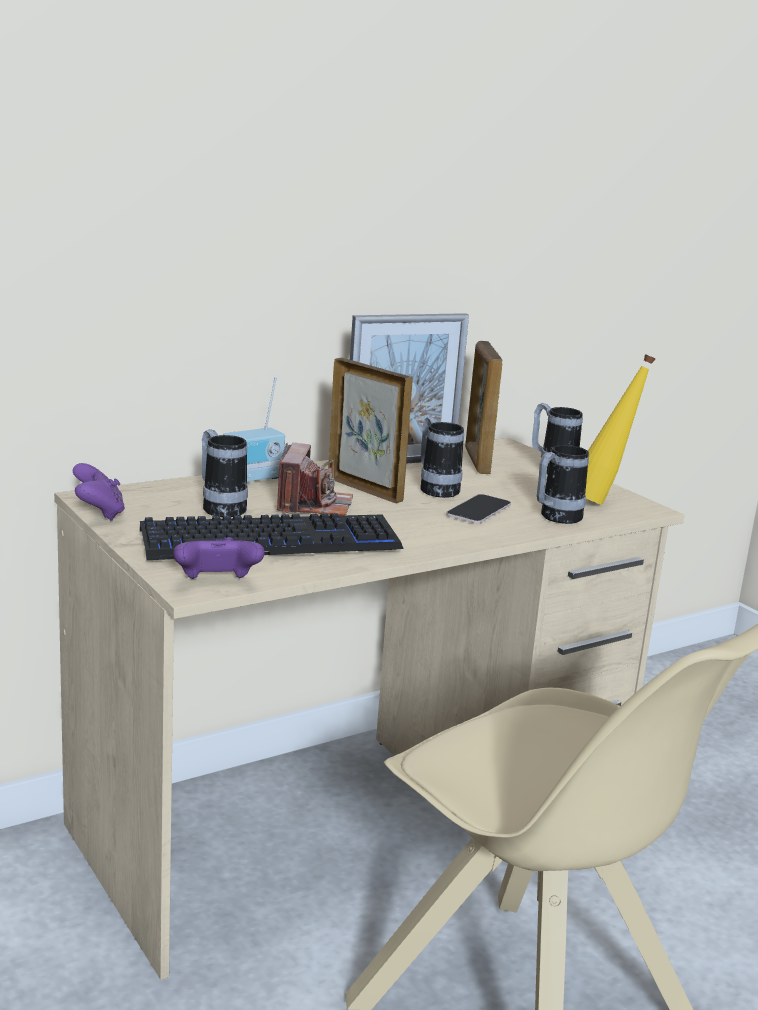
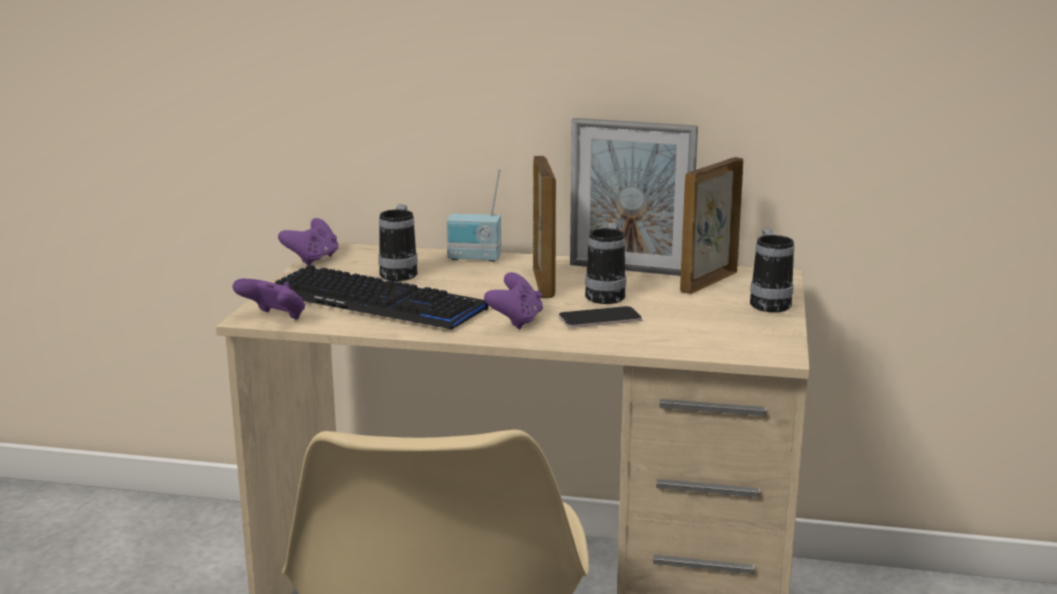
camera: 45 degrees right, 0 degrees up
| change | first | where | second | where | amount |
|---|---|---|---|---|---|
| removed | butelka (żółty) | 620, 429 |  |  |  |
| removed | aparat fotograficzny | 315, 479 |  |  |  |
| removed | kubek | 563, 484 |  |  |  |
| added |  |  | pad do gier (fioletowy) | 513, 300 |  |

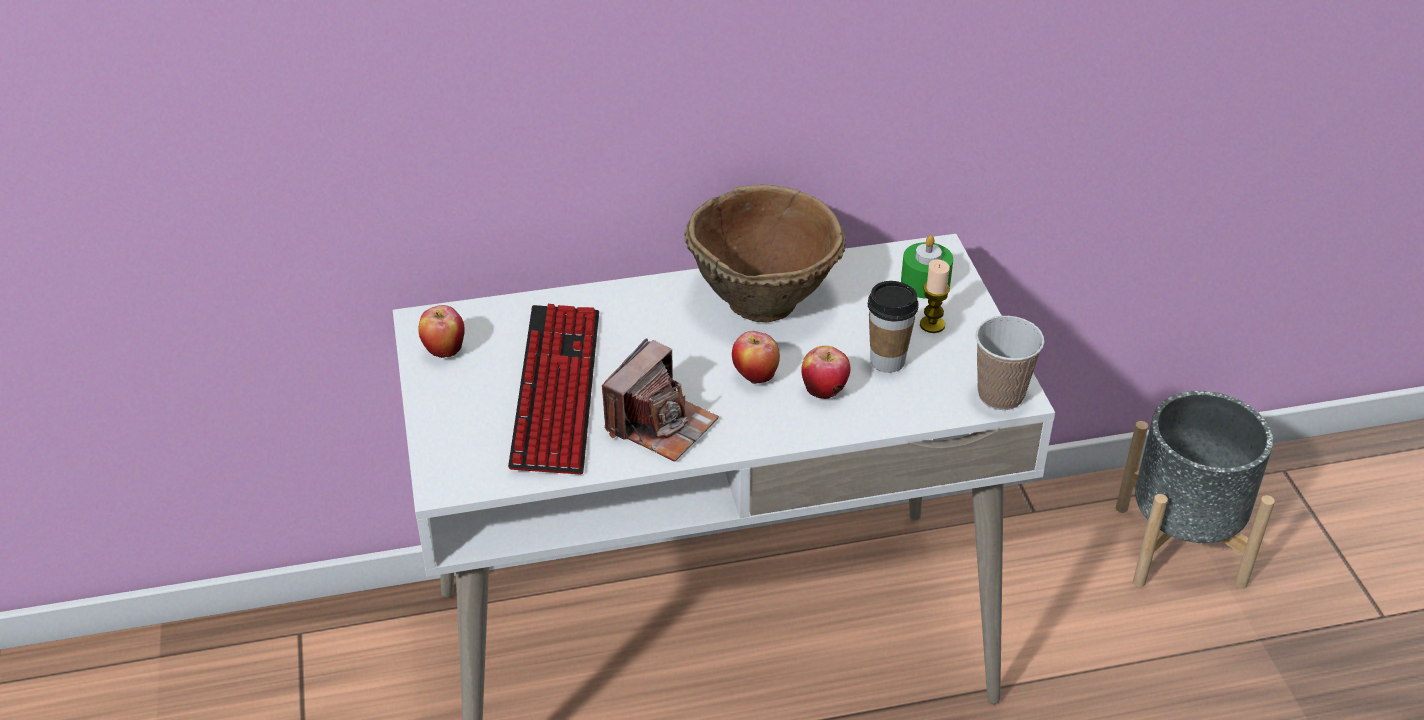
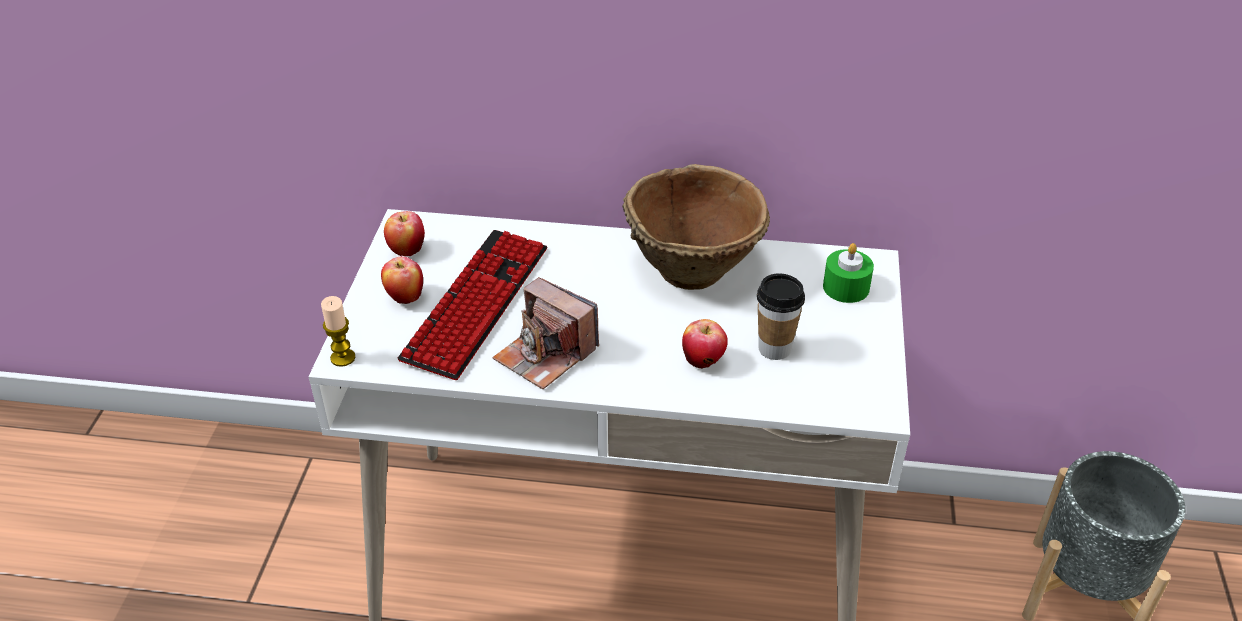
camera: 20 degrees right, 0 degrees up
| change | first | where | second | where | amount |
|---|---|---|---|---|---|
| moved | świeca | 935, 296 |  | 338, 331 |  |
| removed | filiżanka | 1010, 363 |  |  |  |
| moved | jabłko | 756, 357 |  | 402, 280 |  |
| turned | aparat fotograficzny | 660, 400 |  | 545, 333 | 75 degrees clockwise |

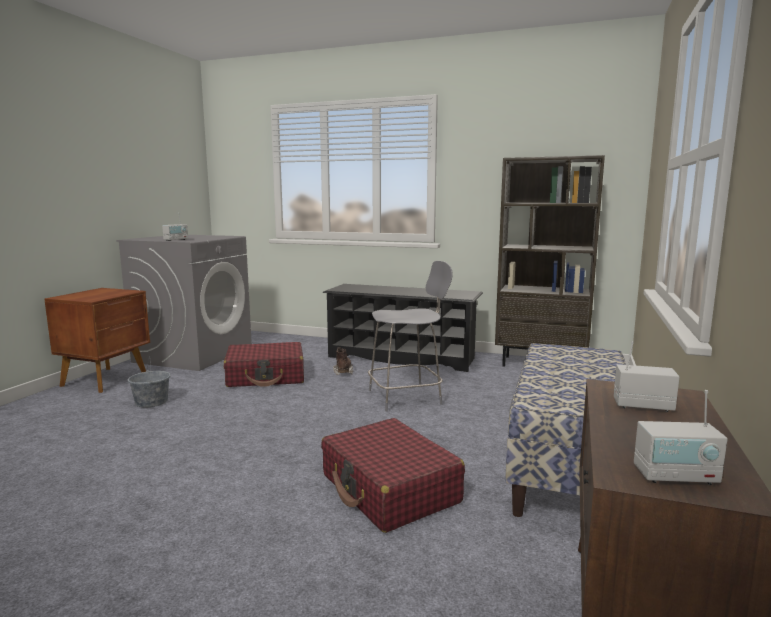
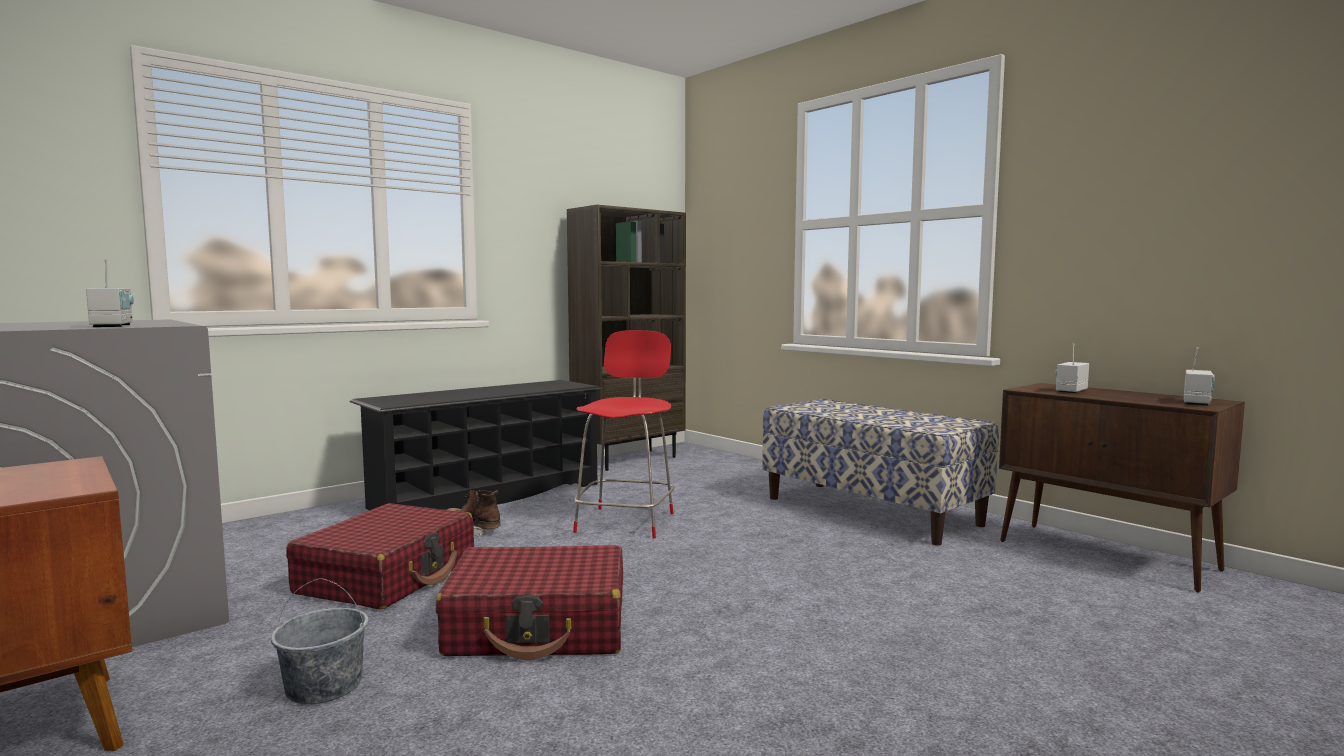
camera: 60 degrees left, 5 degrees down
| change | first | where | second | where | amount |
|---|---|---|---|---|---|
| recoloured | stołek (szary) | 410, 336 | stołek (czerwony) | 624, 434 |  |
| moved | walizka (czerwony) | 393, 475 |  | 529, 602 |  |

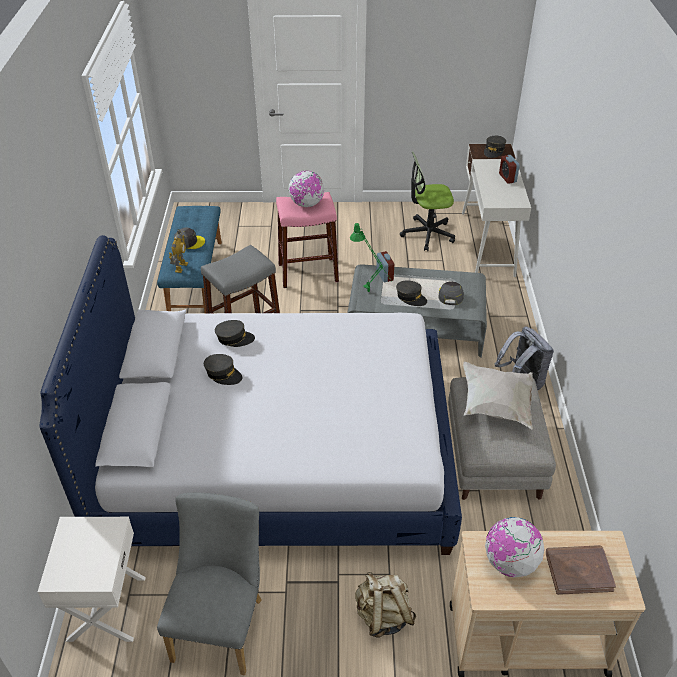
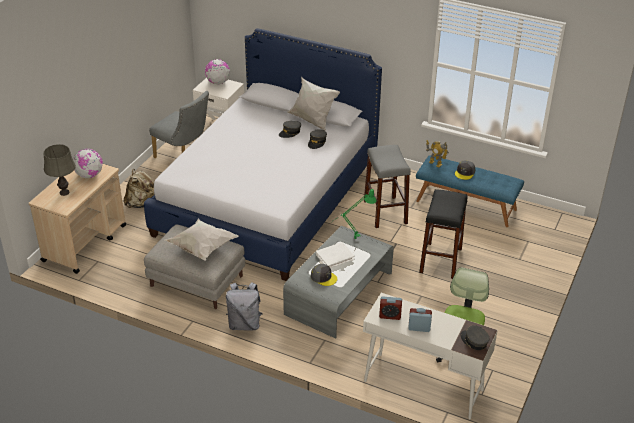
camera: 115 degrees right, 5 degrees down
| change | first | where | second | where | amount |
|---|---|---|---|---|---|
| moved | globus | 306, 189 |  | 217, 71 |  |
| recoloured | stołek (różowy) | 307, 240 | stołek (czarny) | 443, 234 |  |
| moved | budzik | 385, 266 |  | 390, 308 |  |
| replaced | czapka z daszkiem (szary) | 411, 293 | książka (biały) | 335, 255 |  |
| replaced | książka (brązowy) | 581, 570 | lampa stołowa (szary) | 59, 170 |  |
| added |  |  | poduszka (biały) | 313, 104 |  |

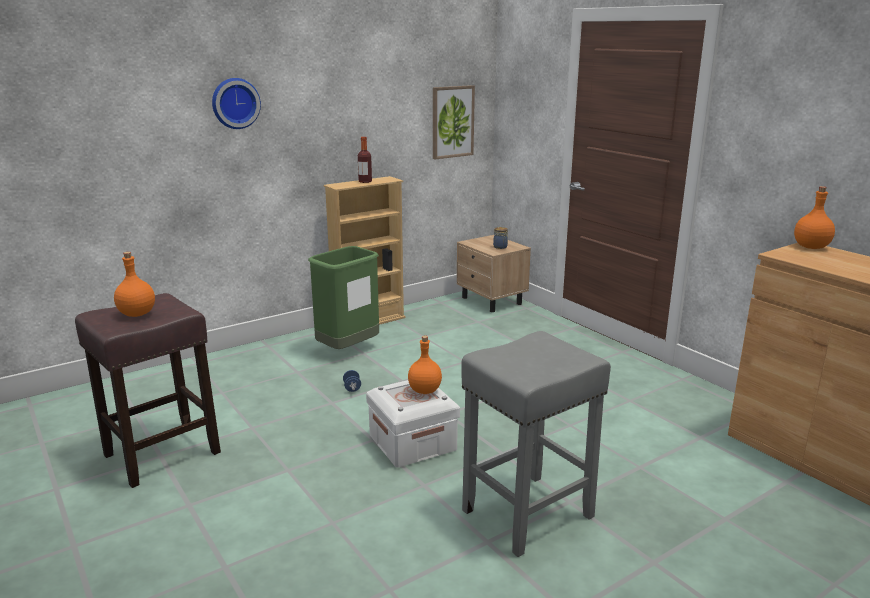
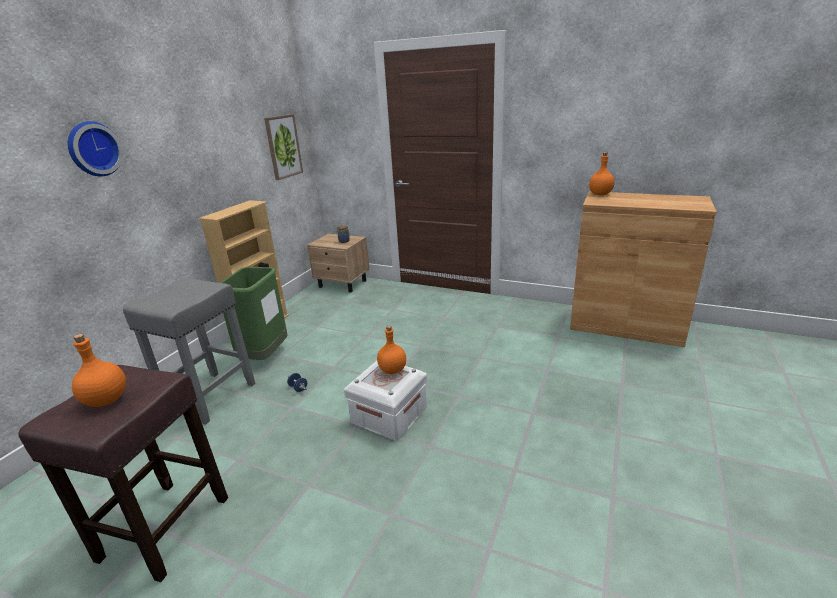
camera: 30 degrees left, 5 degrees up
| change | first | where | second | where | amount |
|---|---|---|---|---|---|
| removed | butelka | 365, 160 |  |  |  |
| moved | stołek (szary) | 536, 444 |  | 189, 351 |  |

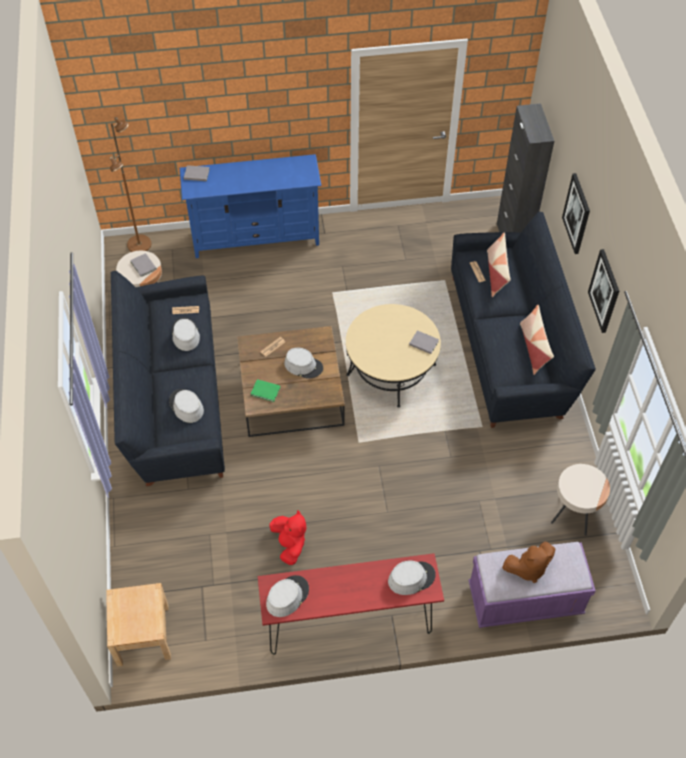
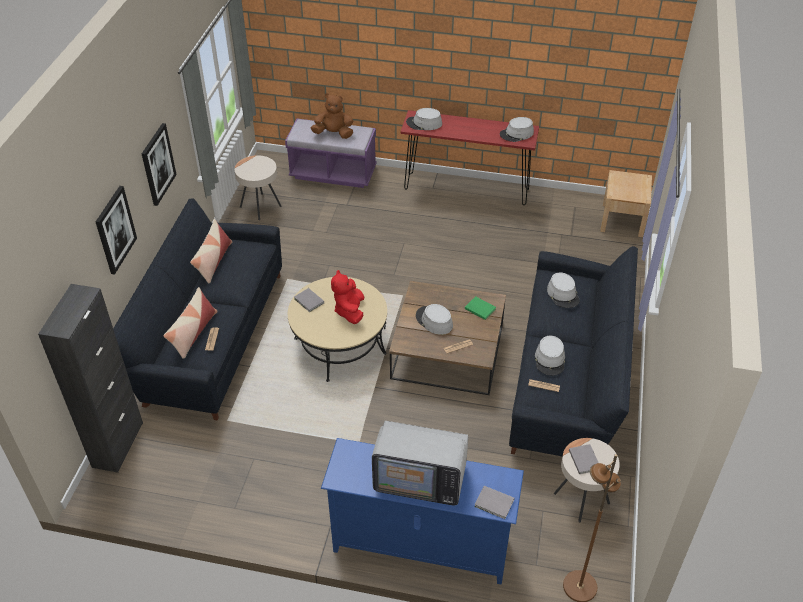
camera: 160 degrees left, 10 degrees down
| change | first | where | second | where | amount |
|---|---|---|---|---|---|
| moved | pluszak (czerwony) | 288, 537 |  | 347, 297 |  |
| added |  |  | telewizor | 420, 463 |  |

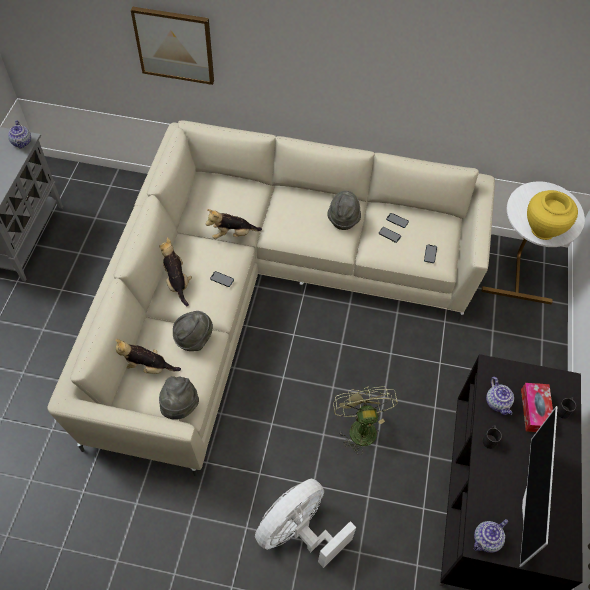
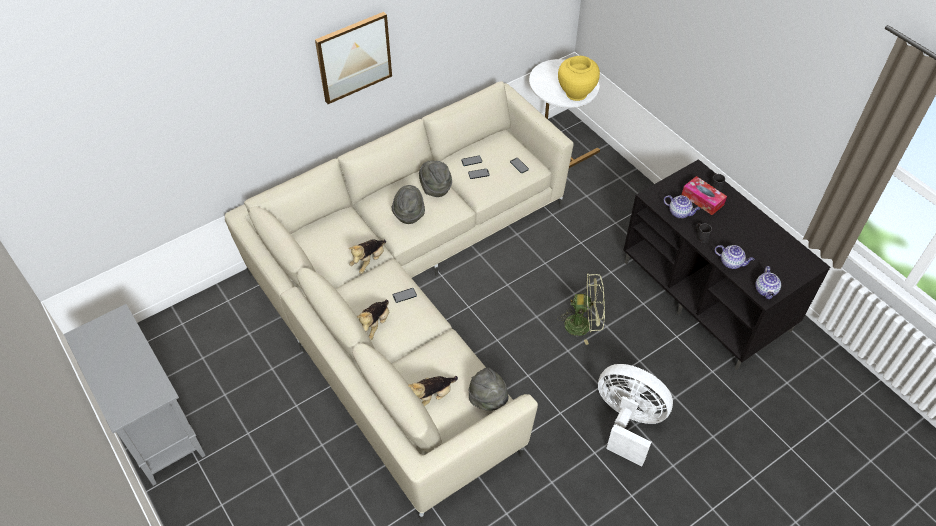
camera: 45 degrees left, 5 degrees down
| change | first | where | second | where | amount |
|---|---|---|---|---|---|
| moved | obraz | 172, 46 |  | 353, 58 |  |
| moved | imbryk | 19, 134 |  | 734, 257 |  |
| turned | pluszak | 175, 271 |  | 373, 319 | 90 degrees counterclockwise |
| moved | kapelusz (szary) | 193, 331 |  | 408, 204 |  |
| turned | wentylator (zielony) | 366, 420 |  | 581, 309 | 150 degrees clockwise |
| removed | telewizor | 539, 486 |  |  |  |
| turned | wentylator (biały) | 305, 523 |  | 635, 415 | 120 degrees clockwise |

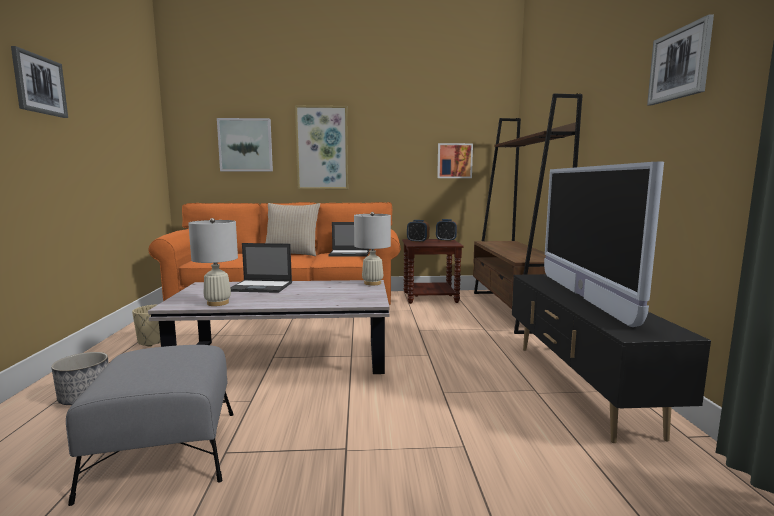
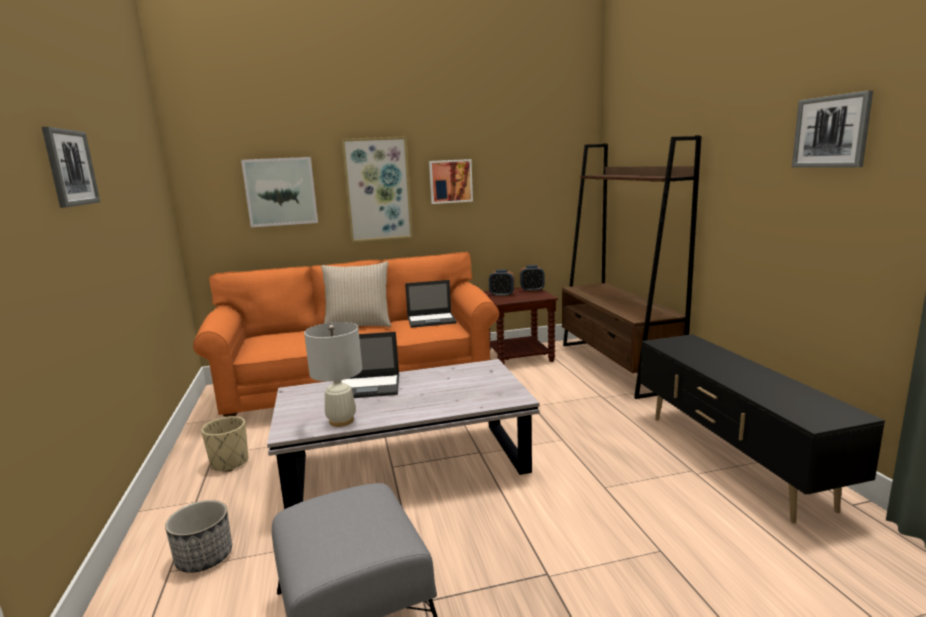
camera: 10 degrees left, 5 degrees up
| change | first | where | second | where | amount |
|---|---|---|---|---|---|
| moved | obraz | 455, 160 |  | 451, 181 |  |
| removed | telewizor | 604, 244 |  |  |  |
| removed | lampa stołowa (biały) | 372, 248 |  |  |  |

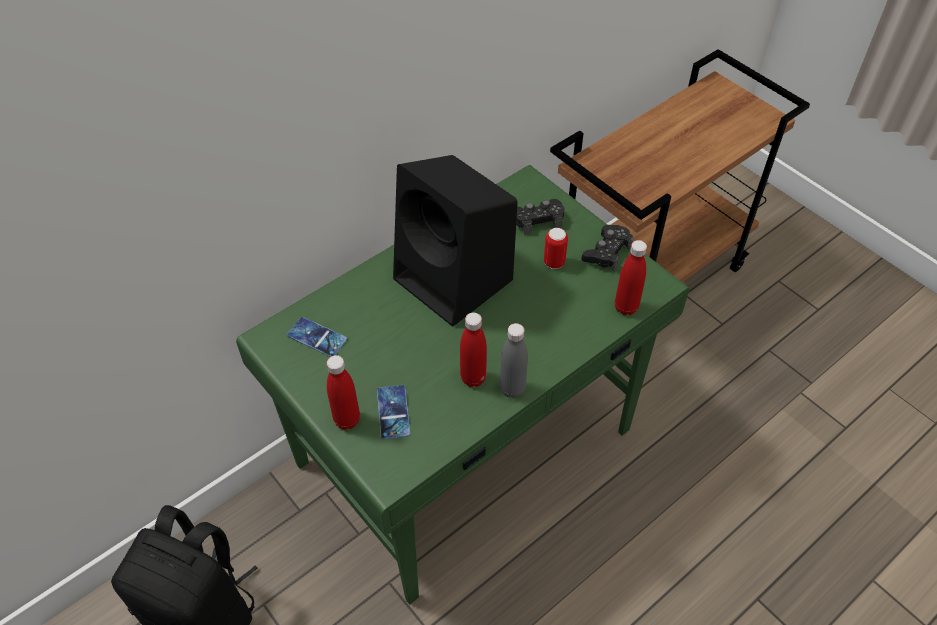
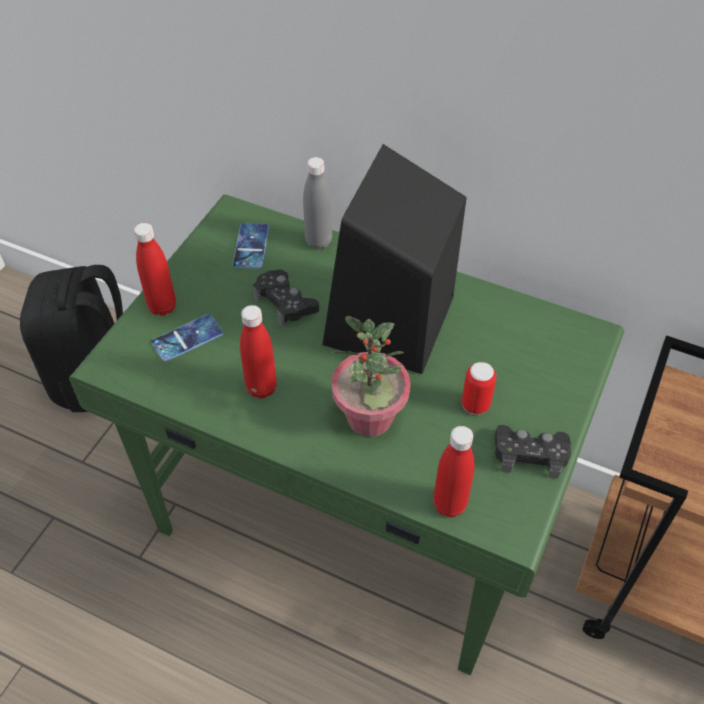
camera: 65 degrees right, 0 degrees up
| change | first | where | second | where | amount |
|---|---|---|---|---|---|
| moved | pad do gier (czarny) | 540, 217 |  | 285, 298 |  |
| moved | butelka (szary) | 513, 360 |  | 317, 203 |  |
| added |  |  | roślina doniczkowa | 370, 376 |  |

